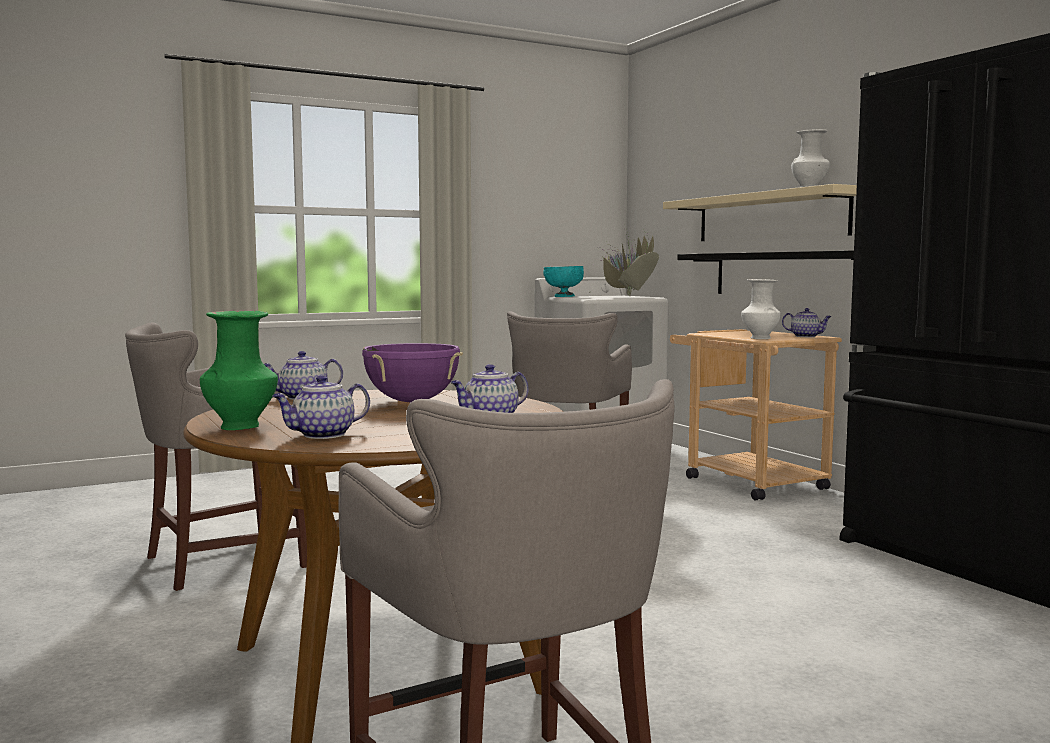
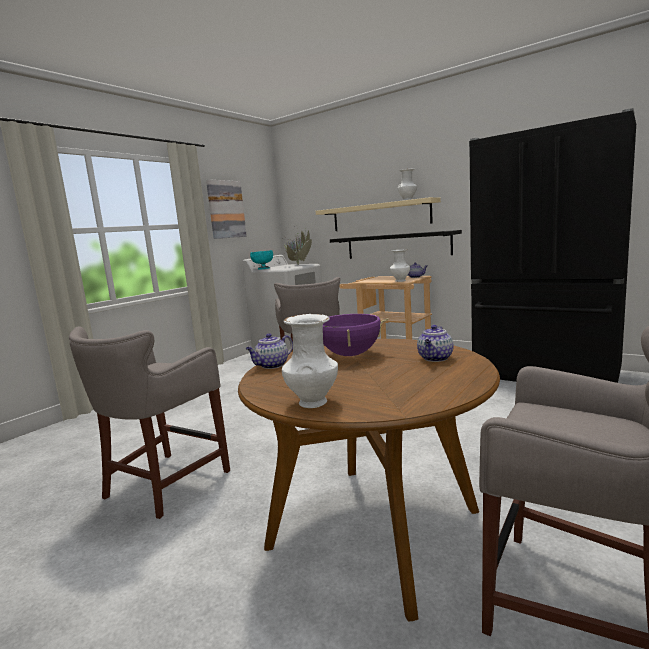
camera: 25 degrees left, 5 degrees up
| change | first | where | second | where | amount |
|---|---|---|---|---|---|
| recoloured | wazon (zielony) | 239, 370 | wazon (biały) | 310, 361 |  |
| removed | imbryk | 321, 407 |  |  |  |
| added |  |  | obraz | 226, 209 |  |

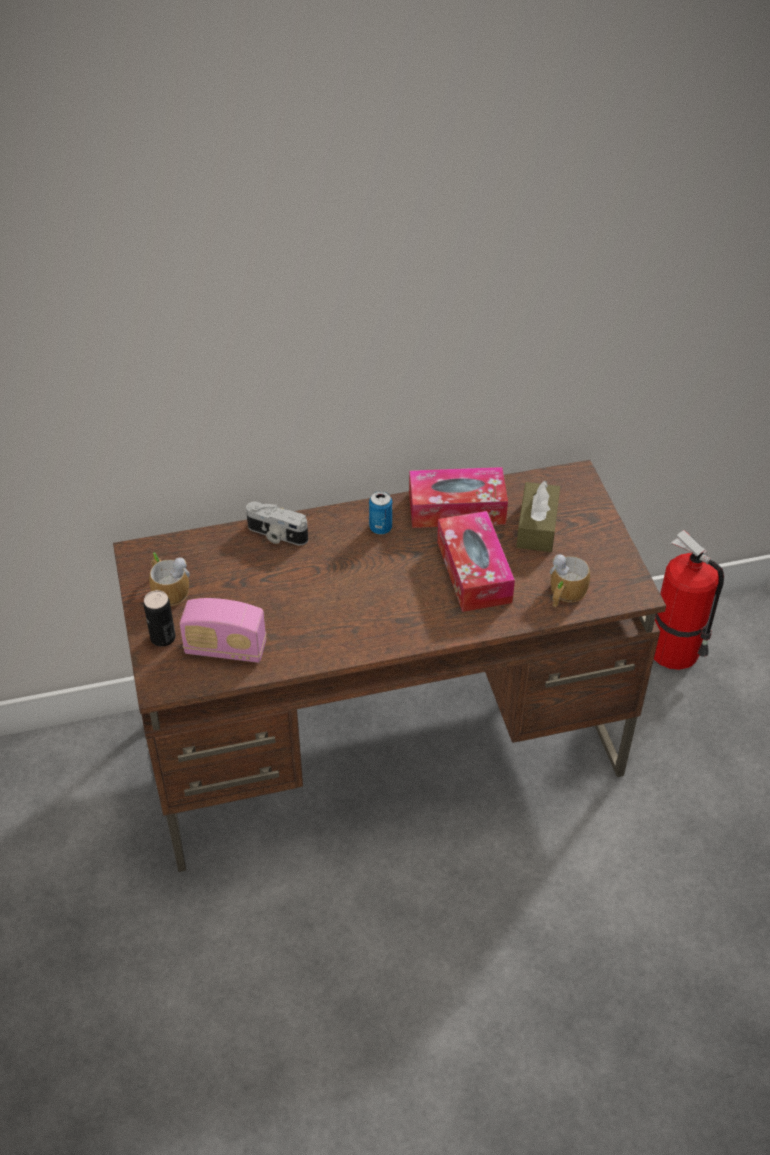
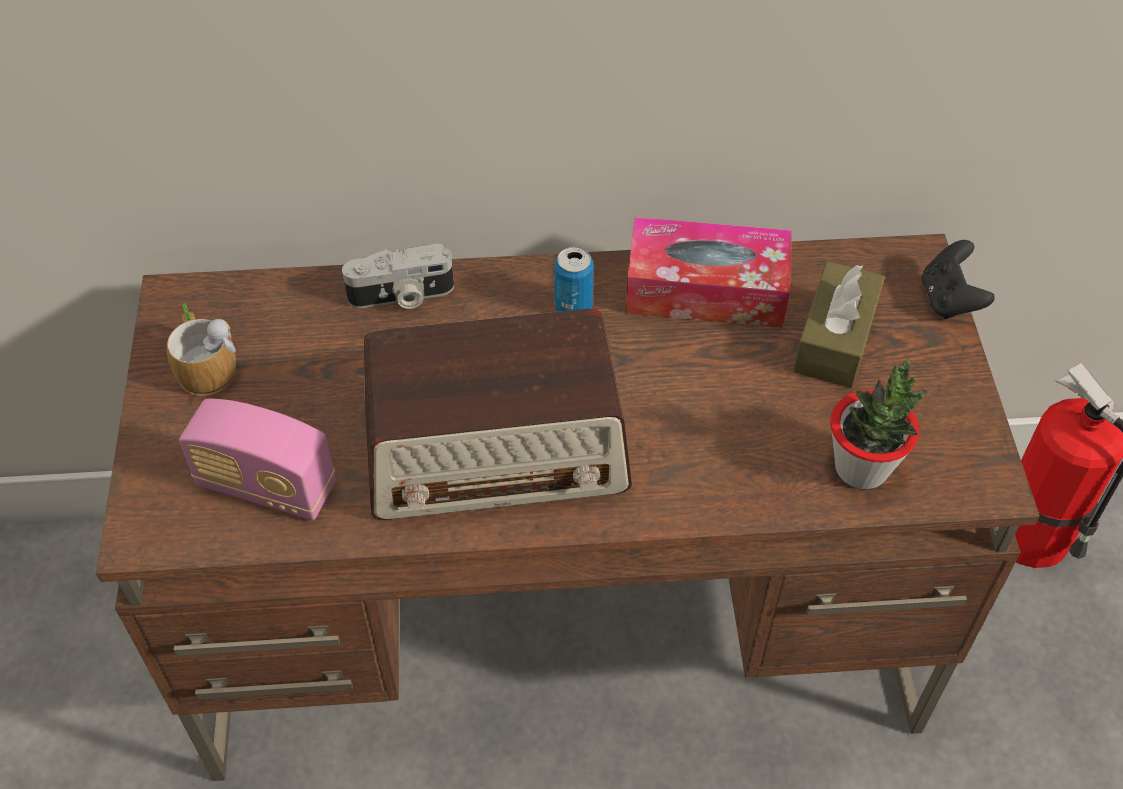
camera: 10 degrees right, 5 degrees up
| change | first | where | second | where | amount |
|---|---|---|---|---|---|
| turned | aparat fotograficzny | 277, 523 |  | 398, 276 | 45 degrees counterclockwise |
| removed | pudełko chusteczek | 476, 561 |  |  |  |
| replaced | kubek | 570, 580 | roślina doniczkowa | 879, 424 |  |
| removed | puszka | 160, 618 |  |  |  |
| added |  |  | pad do gier (czarny) | 958, 279 |  |
| added |  |  | radio | 498, 414 |  |

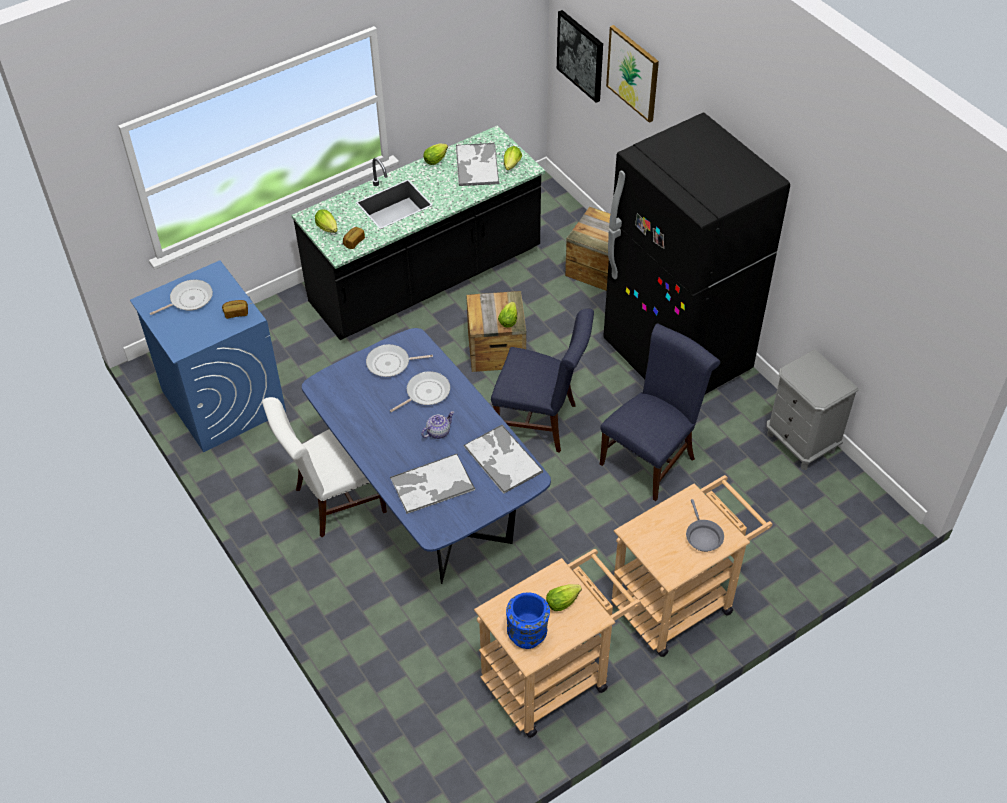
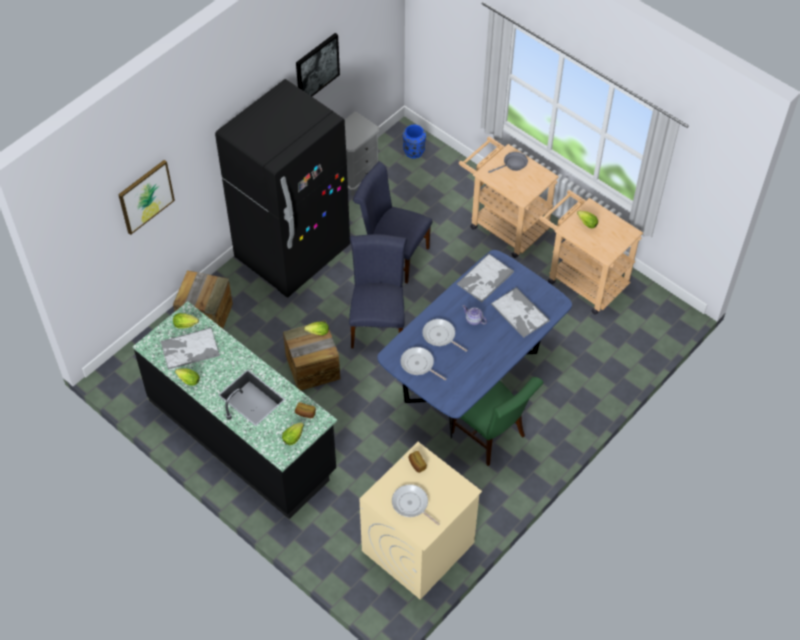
camera: 105 degrees left, 5 degrees up
| change | first | where | second | where | amount |
|---|---|---|---|---|---|
| moved | obraz | 580, 56 |  | 318, 64 |  |
| recoloured | pralka (niebieski) | 208, 356 | pralka (beżowy) | 420, 521 |  |
| turned | patelnia | 399, 360 |  | 423, 363 | 150 degrees clockwise |
| recoloured | krzesło (biały) | 324, 467 | krzesło (zielony) | 497, 421 |  |
| moved | wazon (niebieski) | 528, 620 |  | 414, 142 |  |

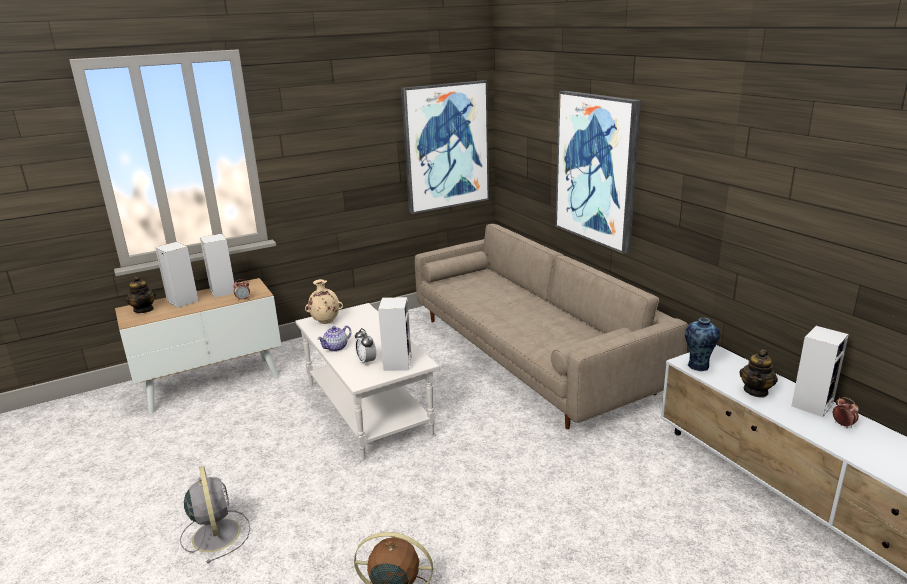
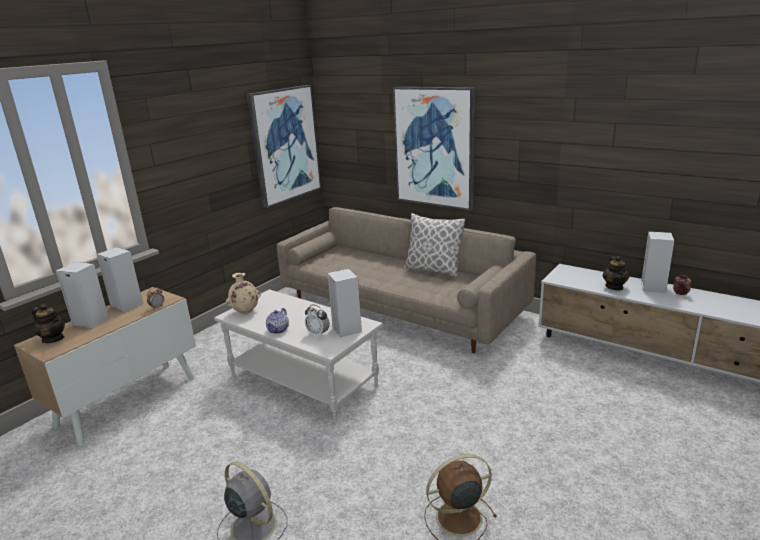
camera: 25 degrees left, 0 degrees up
| change | first | where | second | where | amount |
|---|---|---|---|---|---|
| removed | wazon | 703, 344 |  |  |  |
| added |  |  | poduszka | 434, 245 |  |

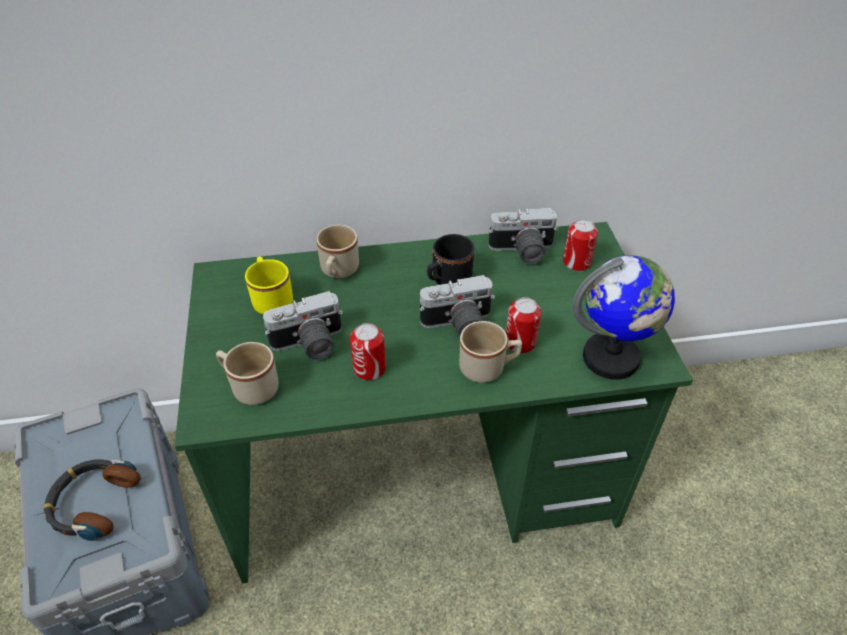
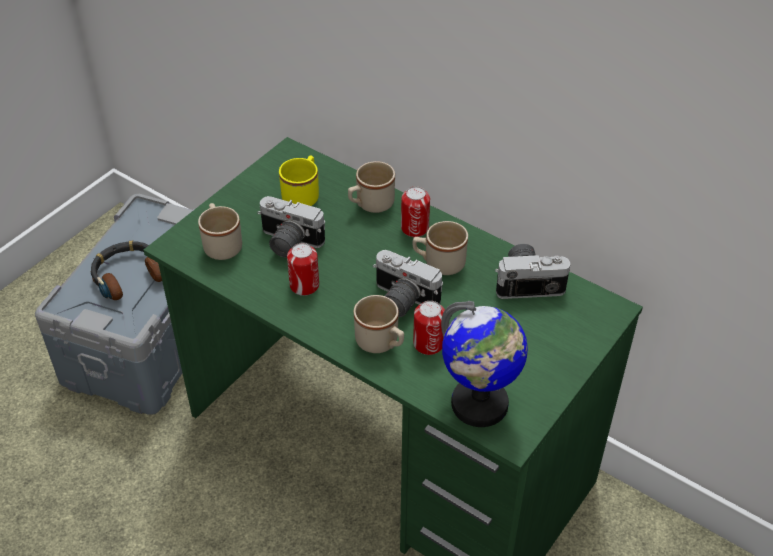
camera: 45 degrees right, 0 degrees up
| change | first | where | second | where | amount |
|---|---|---|---|---|---|
| turned | aparat fotograficzny | 523, 236 |  | 532, 271 | 135 degrees clockwise |
| moved | puszka | 580, 245 |  | 415, 211 |  |
| recoloured | kubek (czarny) | 450, 259 | kubek (beżowy) | 440, 248 |  |

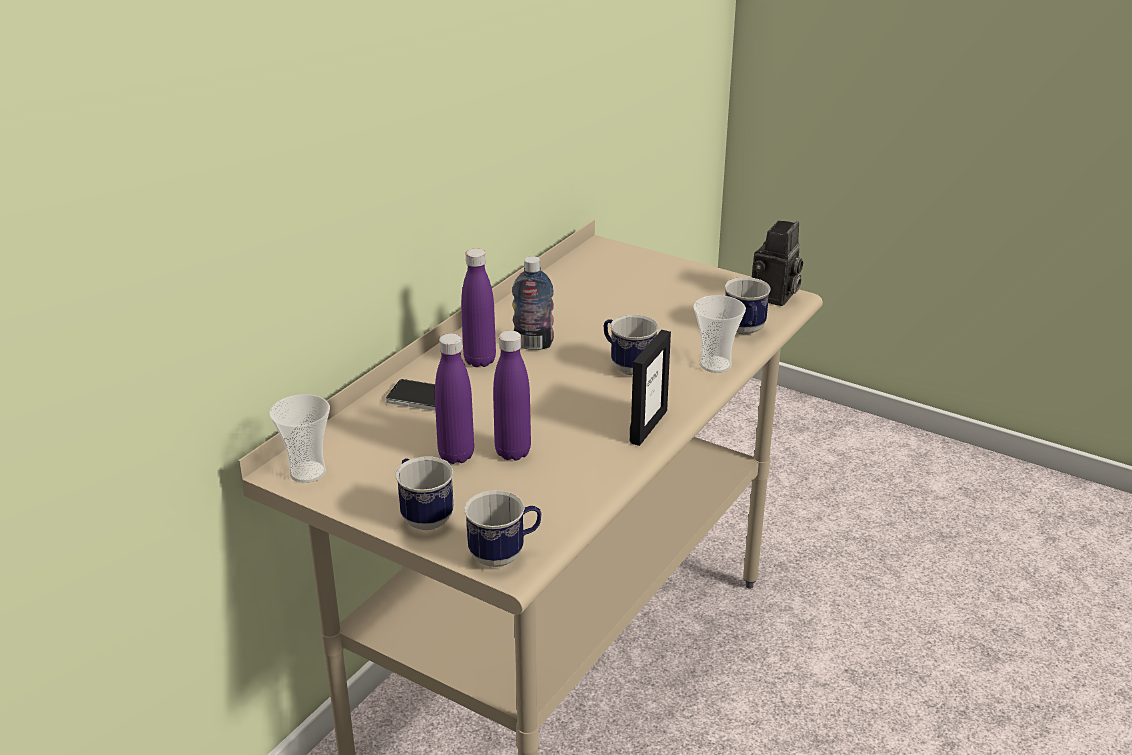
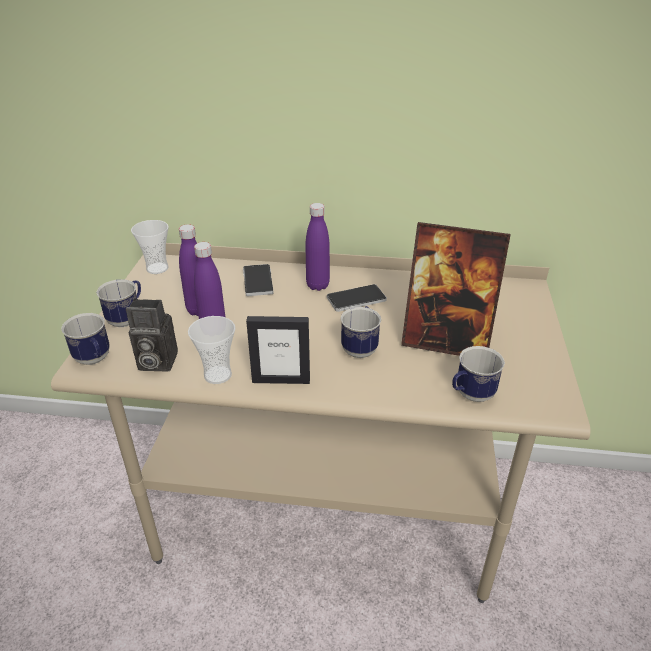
camera: 65 degrees right, 5 degrees up
| change | first | where | second | where | amount |
|---|---|---|---|---|---|
| moved | aparat fotograficzny | 777, 263 |  | 152, 335 |  |
| replaced | butelka | 533, 303 | telefon | 357, 298 |  |
| moved | filiżanka | 719, 334 |  | 211, 350 |  |
| added |  |  | ramka na zdjęcie | 455, 289 |  |

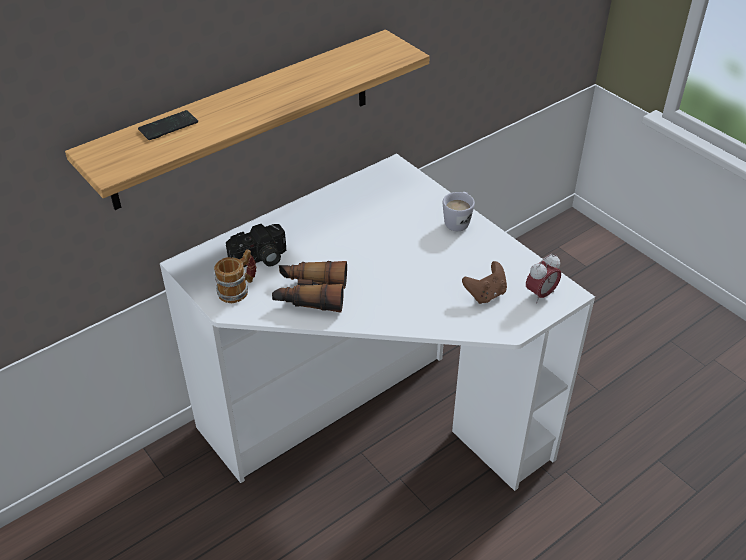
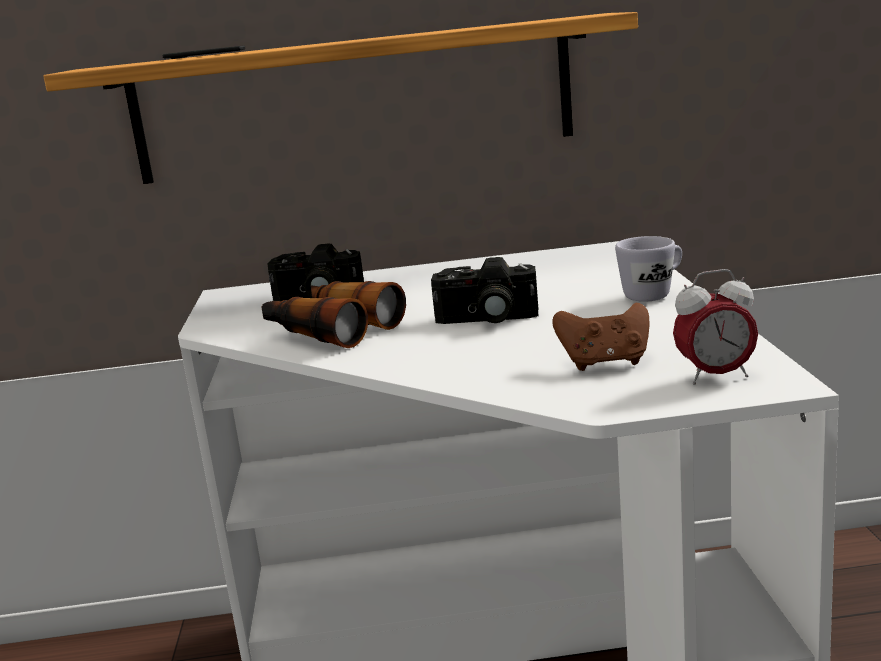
camera: 35 degrees right, 25 degrees down
| change | first | where | second | where | amount |
|---|---|---|---|---|---|
| removed | kubek | 235, 276 |  |  |  |
| added |  |  | aparat fotograficzny | 484, 290 |  |

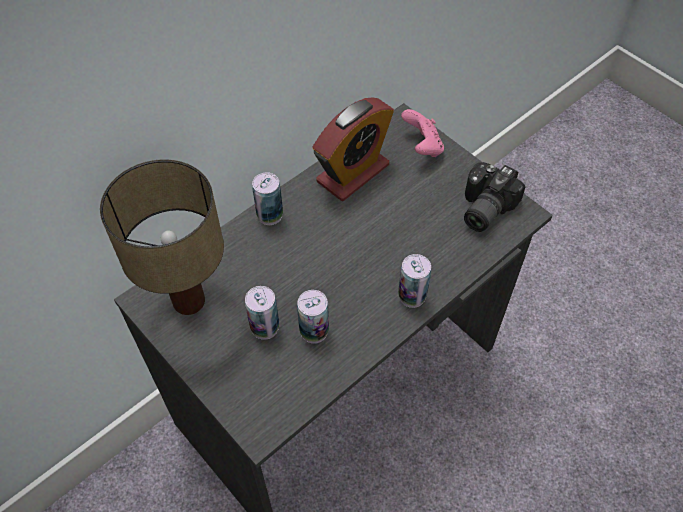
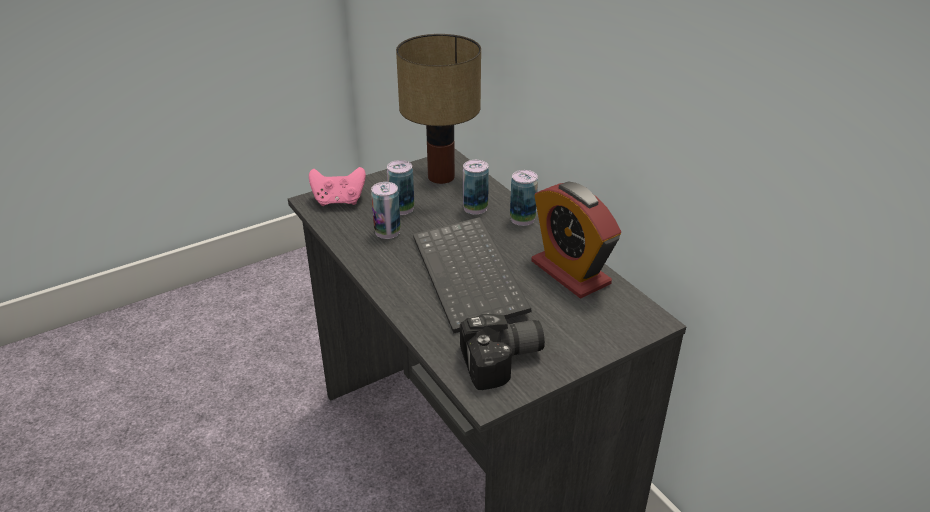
camera: 100 degrees right, 20 degrees down
| change | first | where | second | where | amount |
|---|---|---|---|---|---|
| moved | pad do gier (różowy) | 422, 133 |  | 337, 186 |  |
| turned | aparat fotograficzny | 494, 197 |  | 502, 352 | 120 degrees clockwise |
| moved | puszka | 414, 281 |  | 476, 187 |  |
| added |  |  | klawiatura | 472, 275 |  |

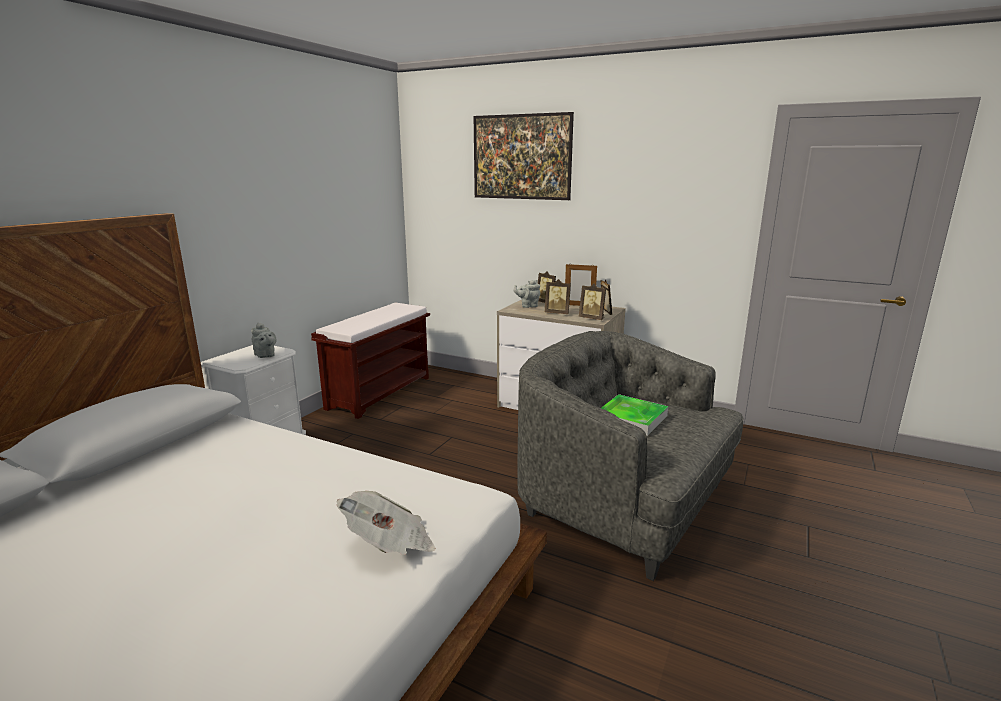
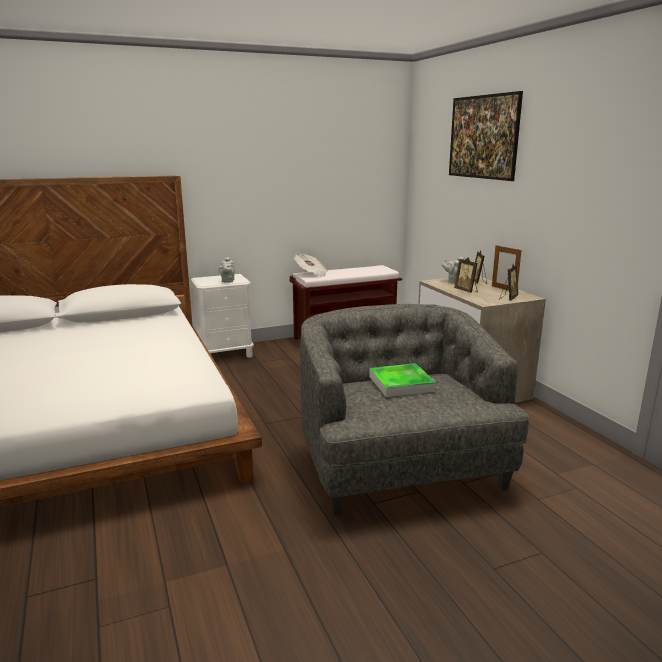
camera: 40 degrees right, 0 degrees up
| change | first | where | second | where | amount |
|---|---|---|---|---|---|
| removed | ramka na zdjęcie | 592, 302 |  |  |  |
| moved | gazeta | 386, 523 |  | 311, 265 |  |

